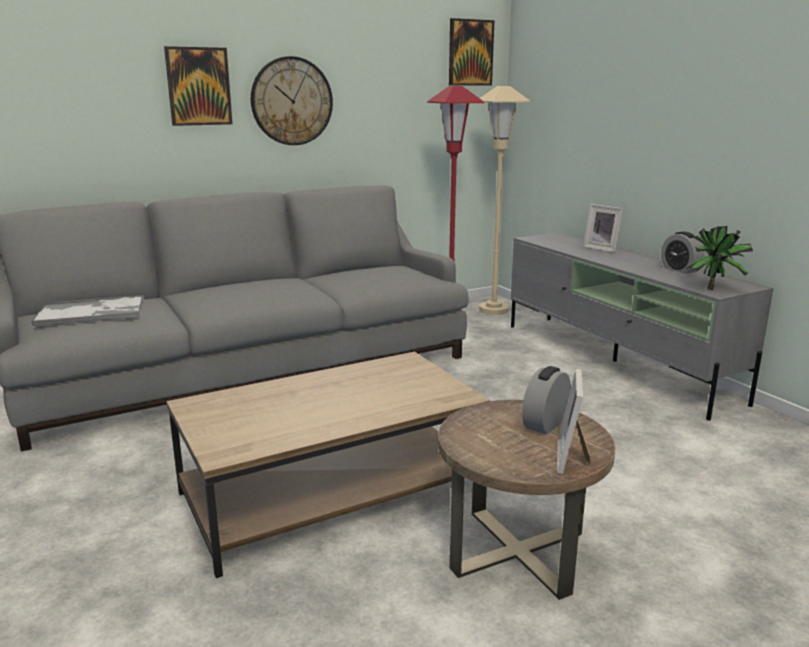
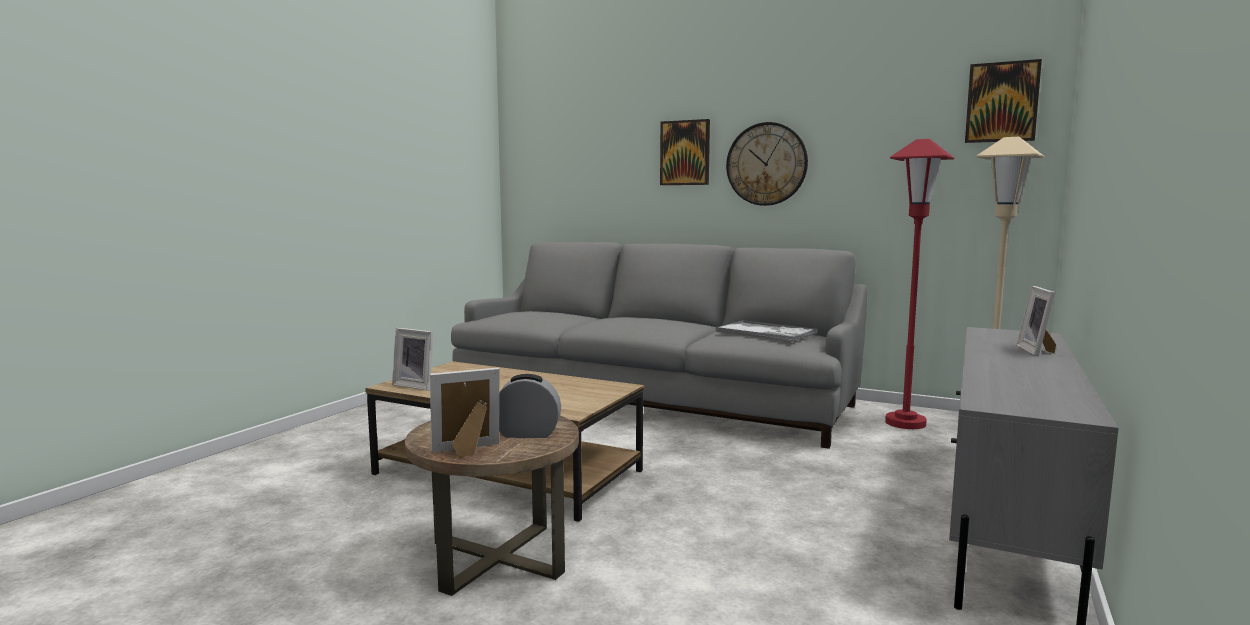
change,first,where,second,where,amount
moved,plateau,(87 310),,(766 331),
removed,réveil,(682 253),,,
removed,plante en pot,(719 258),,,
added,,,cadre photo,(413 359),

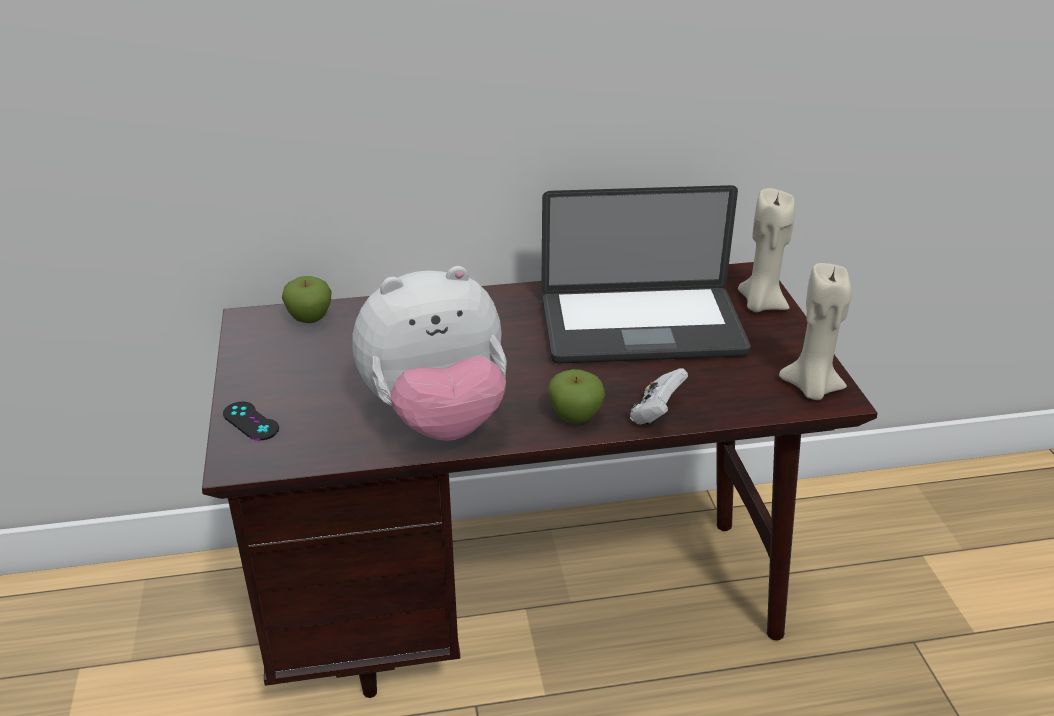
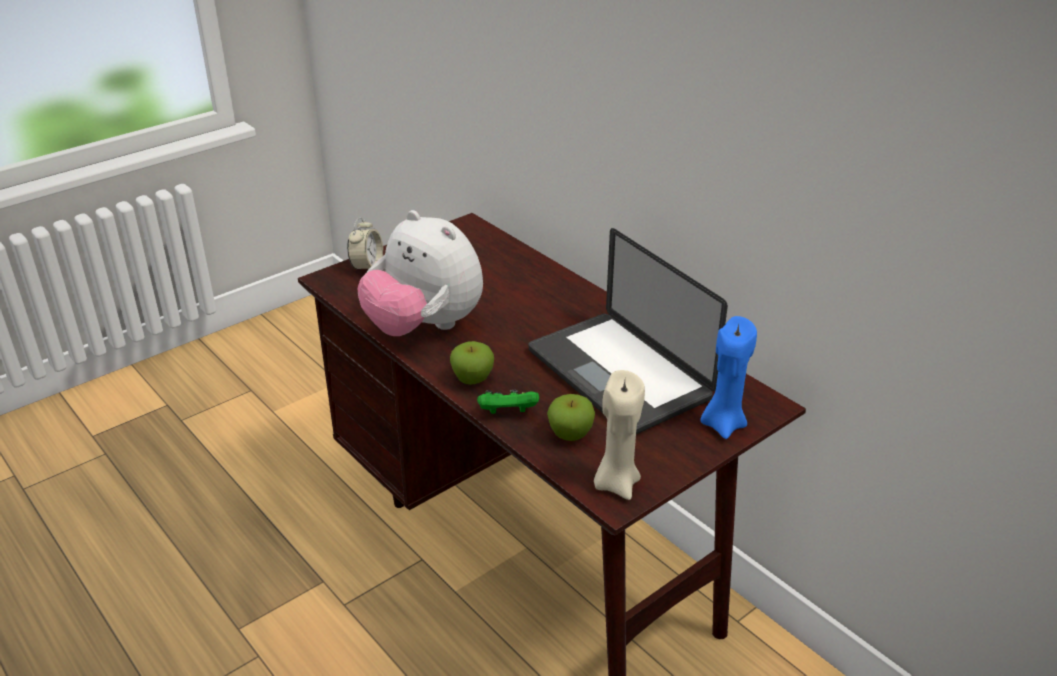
change,first,where,second,where,amount
replaced,manette (noir),(251 421),réveil,(365 243),
moved,pomme,(307 299),,(571 417),
recoloured,manette (blanc),(658 396),manette (vert),(508 402),
recoloured,bougie (beige),(766 250),bougie (bleu),(728 377),

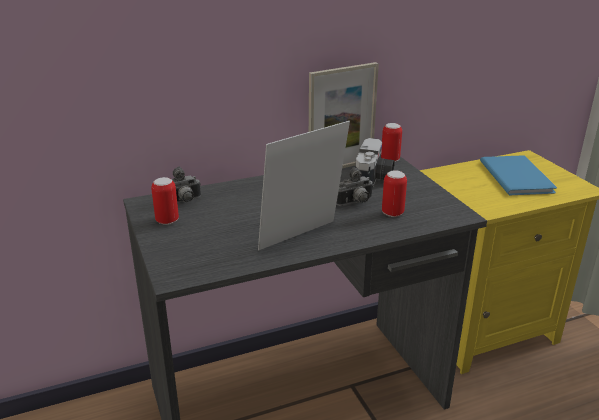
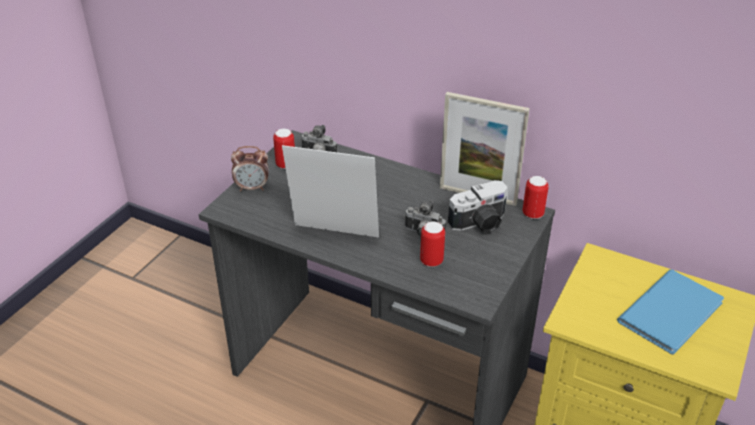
change,first,where,second,where,amount
added,,,réveil,(250 168),

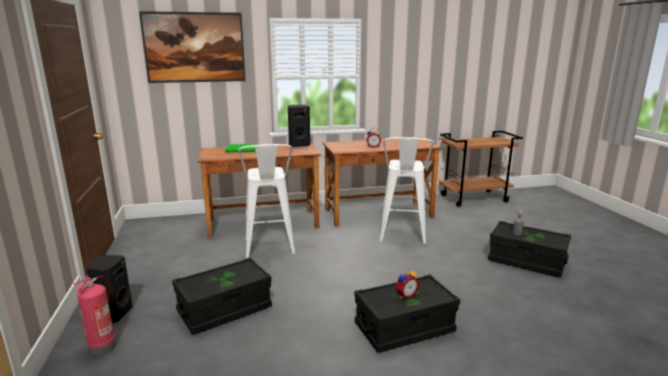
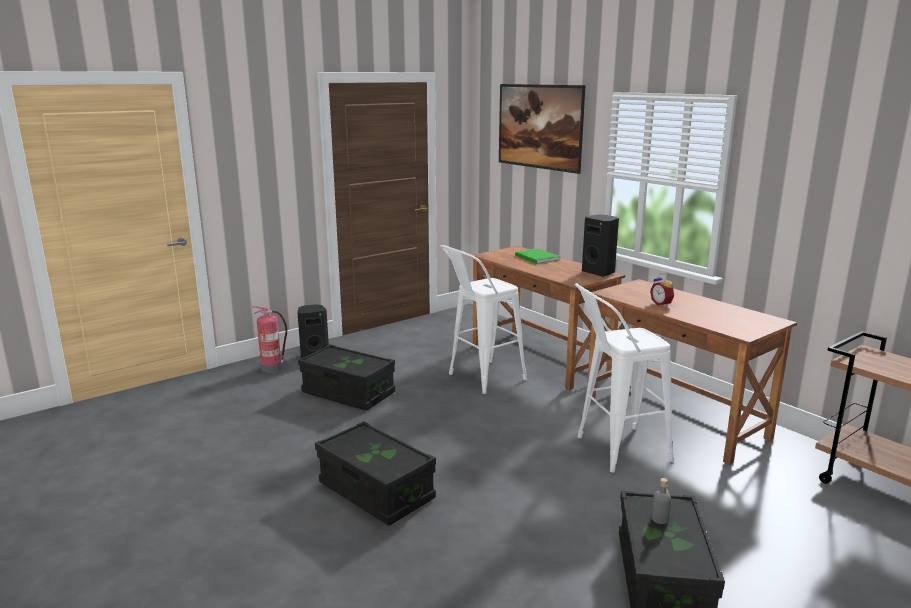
change,first,where,second,where,amount
removed,réveil,(407 283),,,

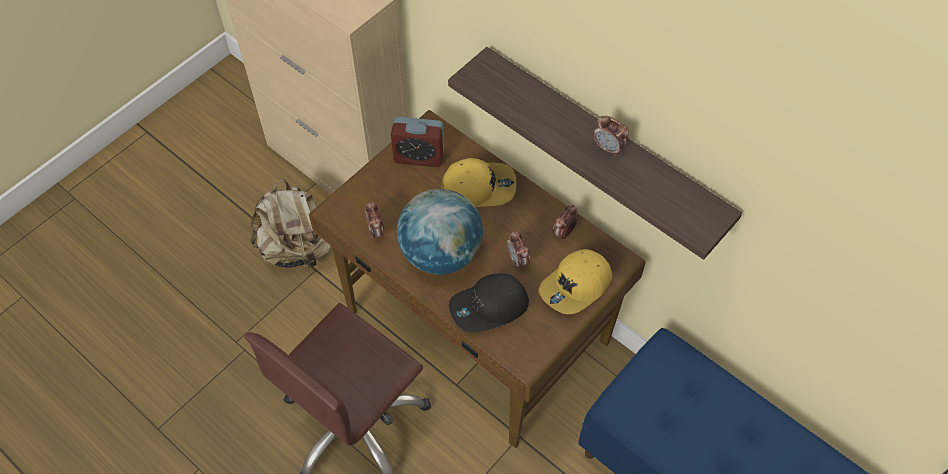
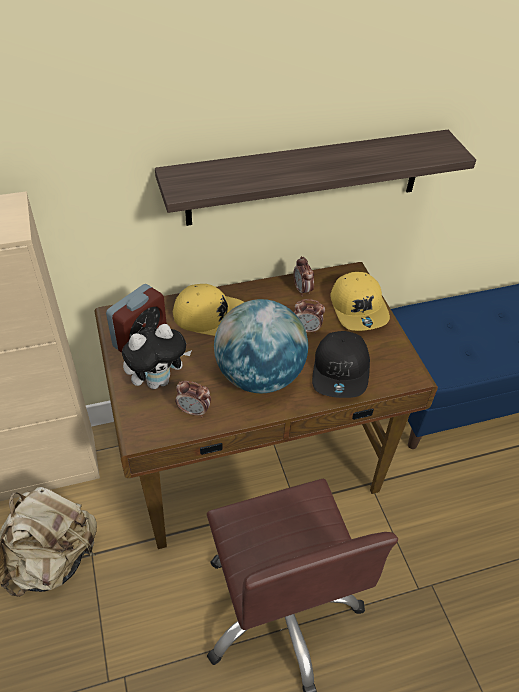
change,first,where,second,where,amount
turned,casquette (jaune),(479 182),,(208 310),75 degrees clockwise
removed,réveil,(611 136),,,
added,,,peluche,(157 356),

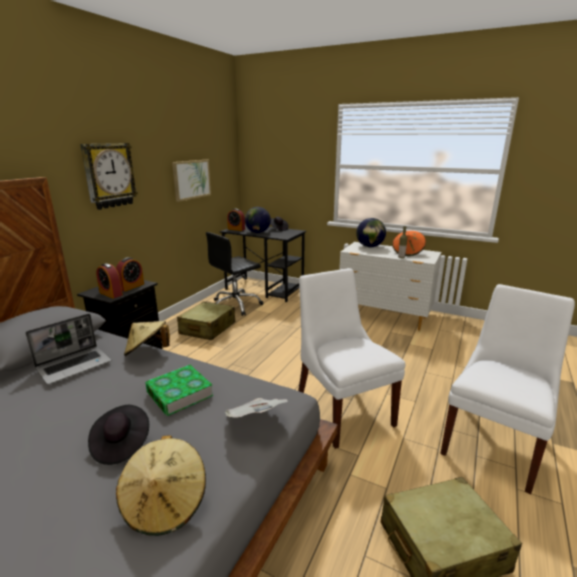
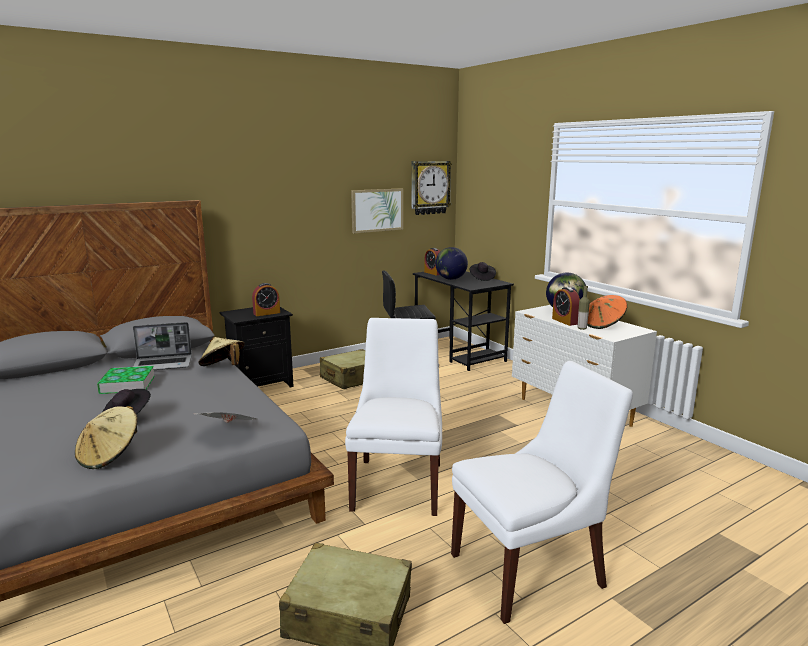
change,first,where,second,where,amount
moved,horloge murale,(109 176),,(431 188),
moved,réveil,(109 281),,(566 306),
moved,livre,(179 390),,(126 380),

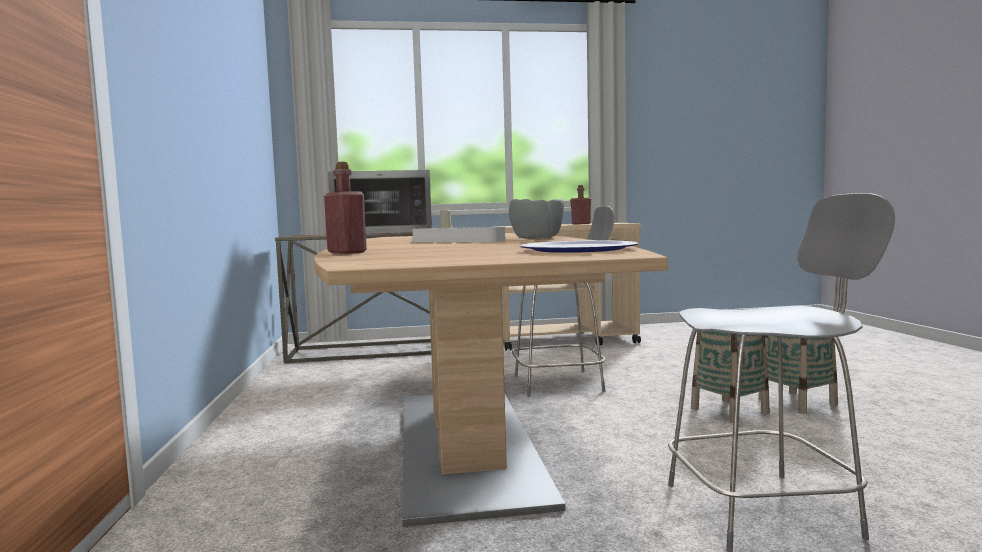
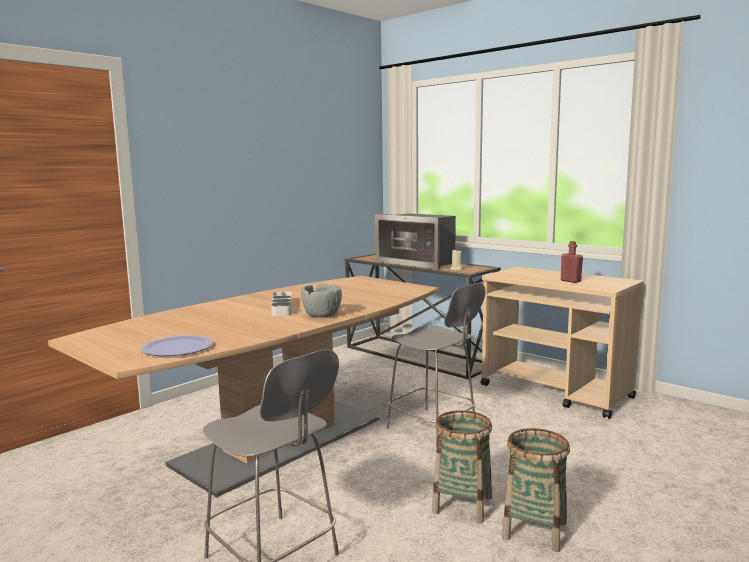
change,first,where,second,where,amount
removed,bouteille (rouge),(345 208),,,

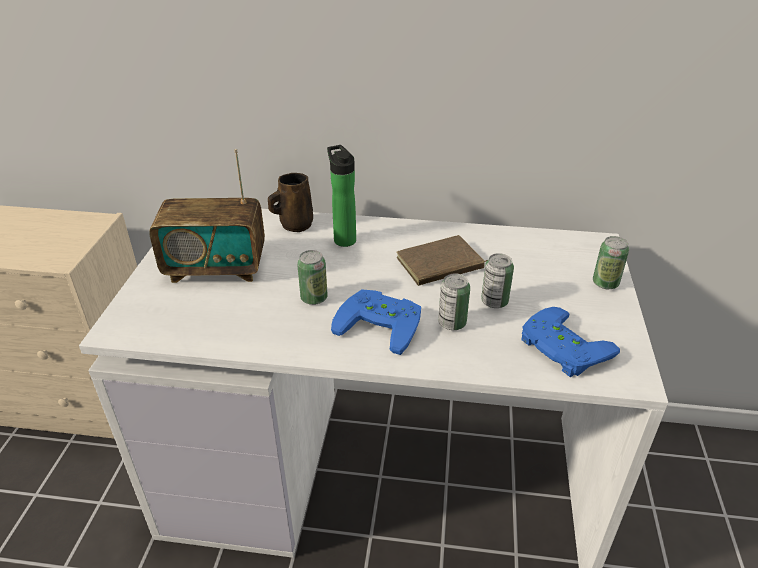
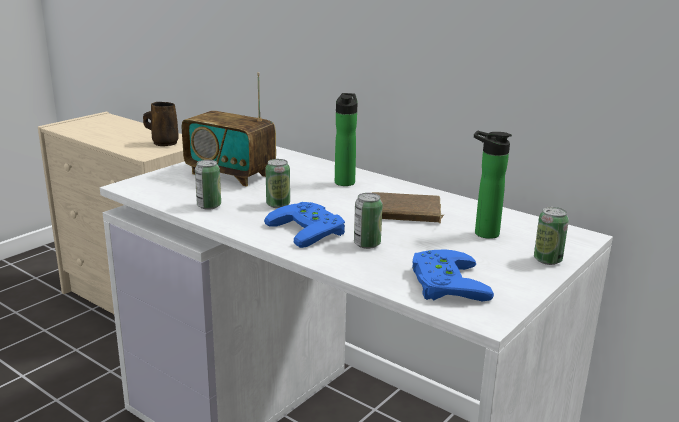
change,first,where,second,where,amount
moved,mug (marron),(290 202),,(161 124),
moved,boîte métallique,(497 280),,(208 185),
added,,,bouteille,(493 185),

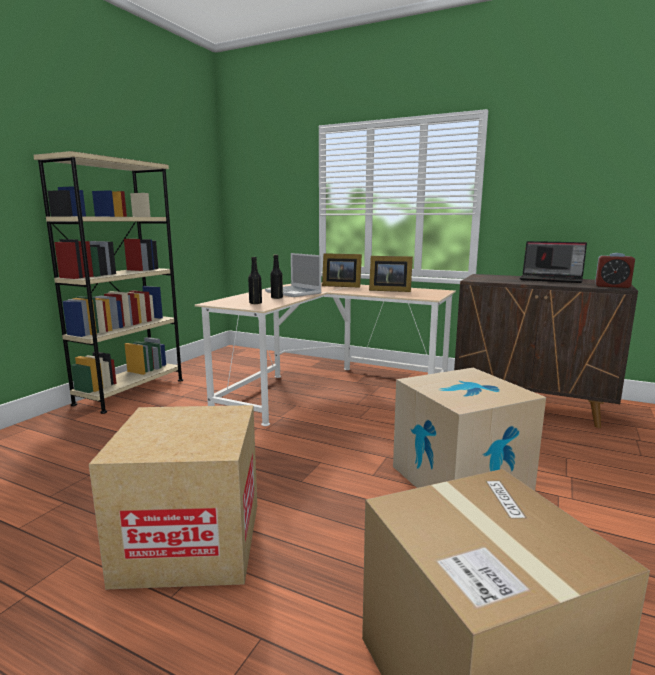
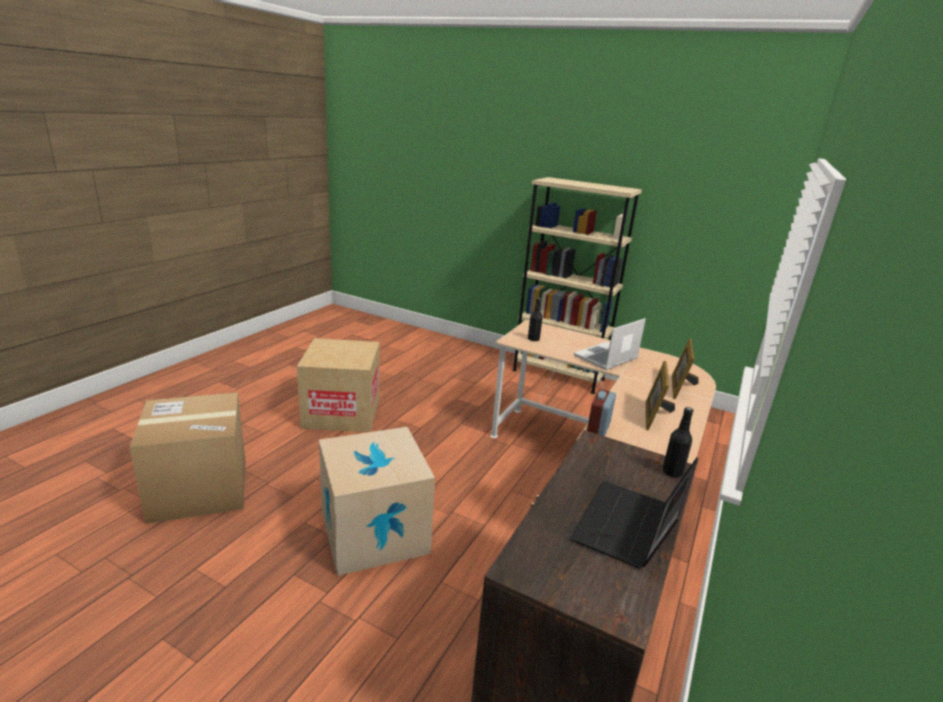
change,first,where,second,where,amount
moved,bouteille (noir),(276 276),,(677 442),
moved,réveil,(615 270),,(601 412),

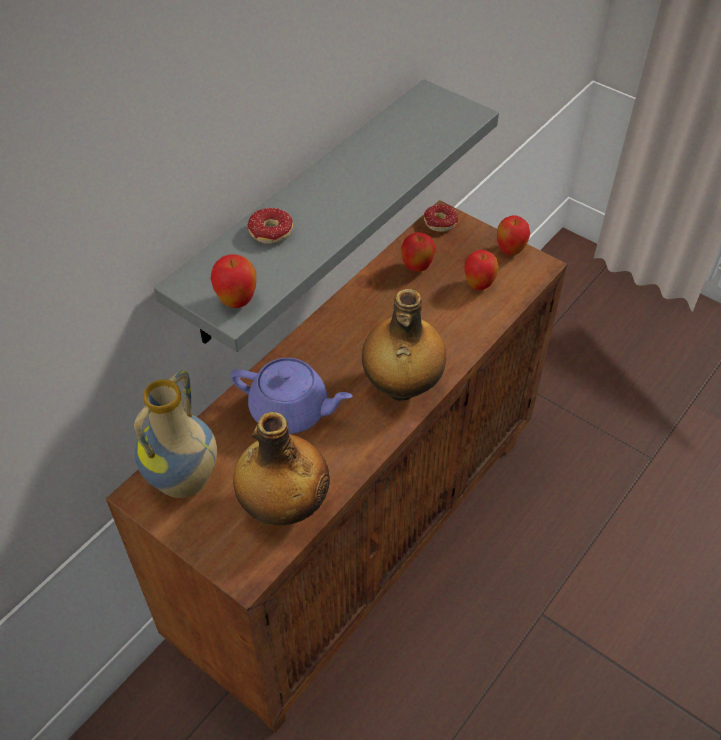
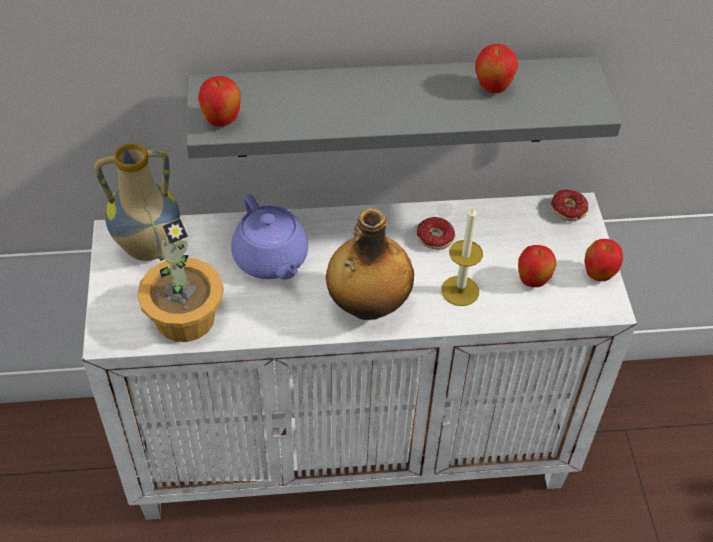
change,first,where,second,where,amount
recoloured,meuble de rangement (marron),(336 466),meuble de rangement (blanc),(359 356),
replaced,bouteille,(281 468),plante en pot,(180 280),
moved,beignet,(270 226),,(436 237),
moved,pomme,(418 252),,(497 69),
added,,,bougie,(462 256),

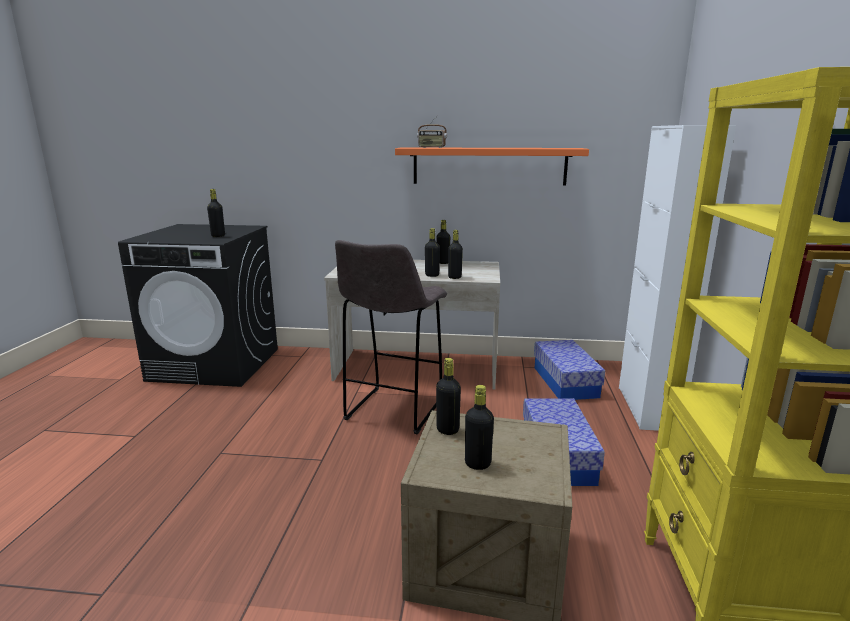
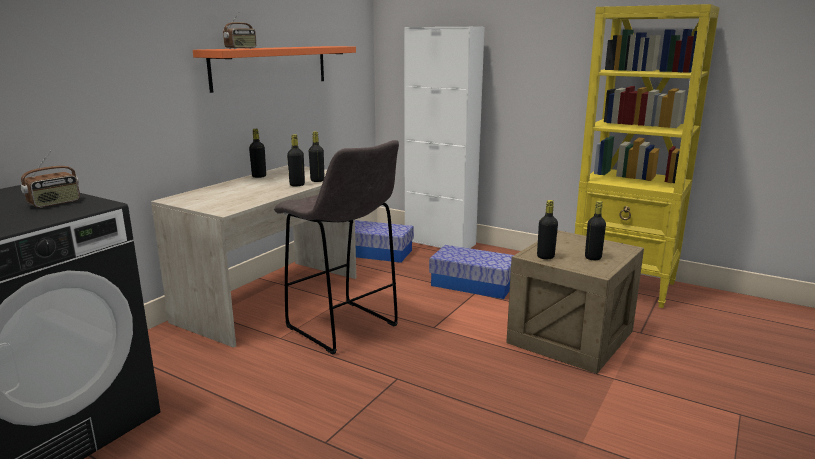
change,first,where,second,where,amount
replaced,bouteille (noir),(216 213),radio,(50 179),

